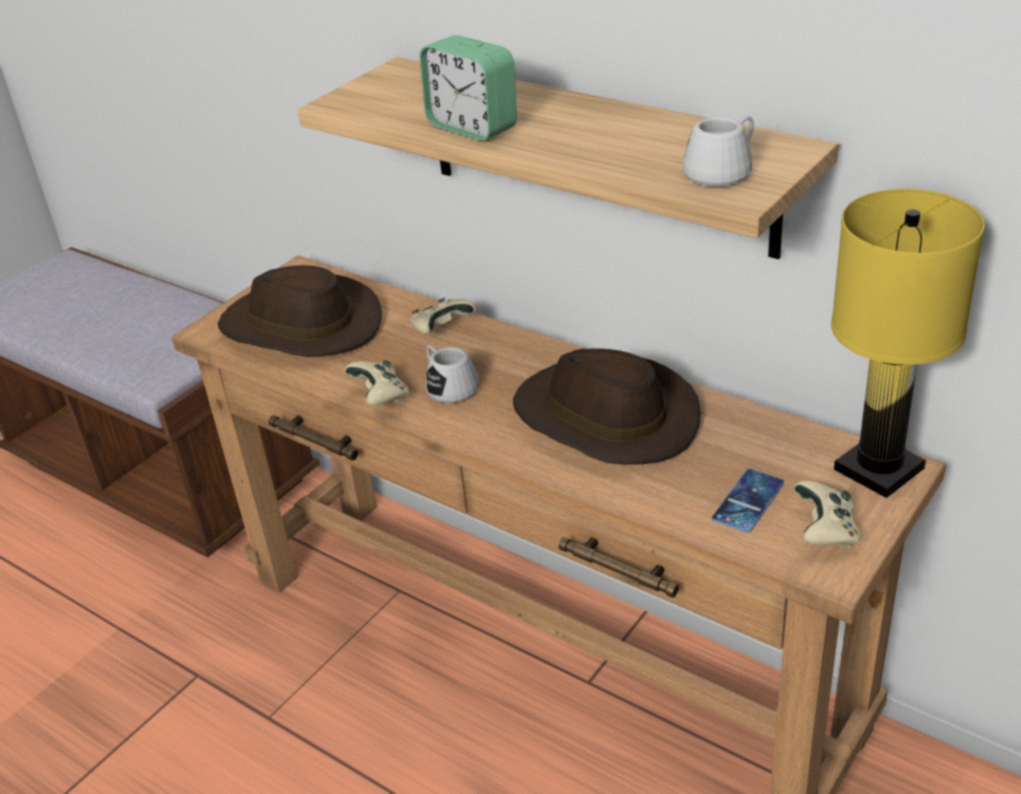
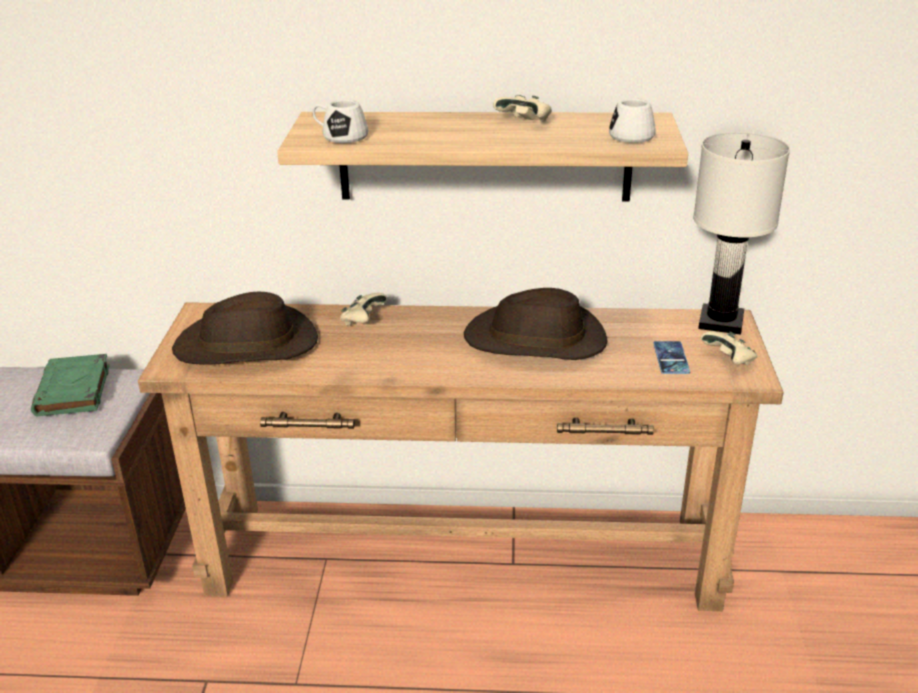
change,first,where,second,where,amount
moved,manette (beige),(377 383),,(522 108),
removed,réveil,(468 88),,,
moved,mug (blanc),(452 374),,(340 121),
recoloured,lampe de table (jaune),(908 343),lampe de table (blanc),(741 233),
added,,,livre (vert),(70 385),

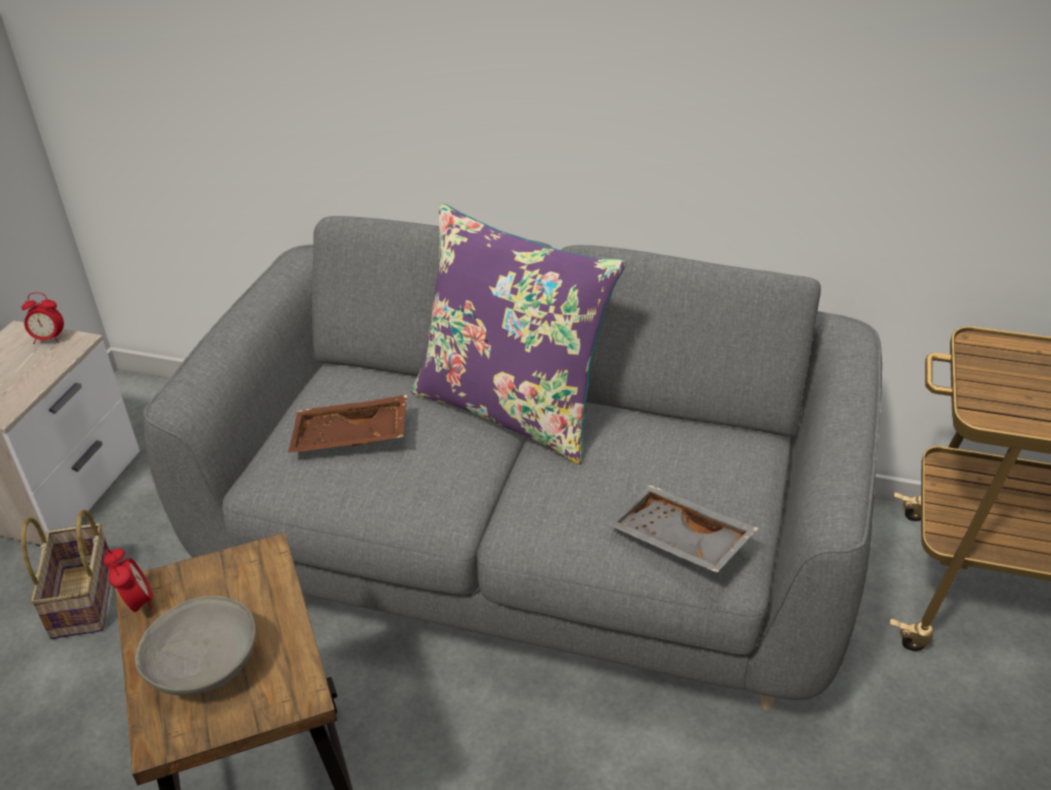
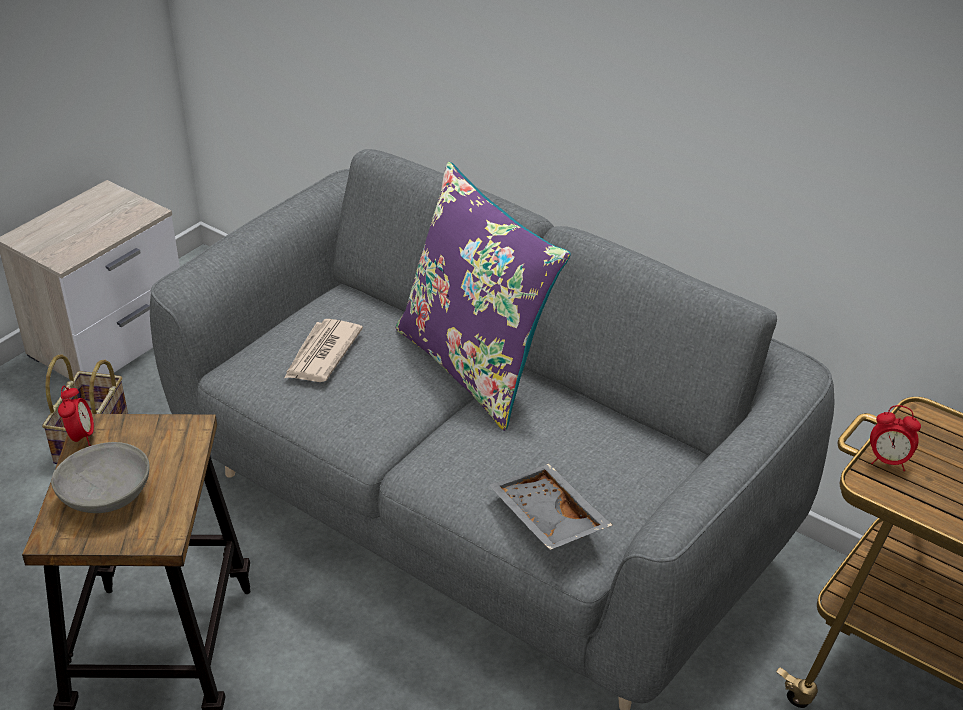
change,first,where,second,where,amount
moved,réveil,(43 318),,(895 438),
replaced,plateau (marron),(347 424),journal,(324 350),

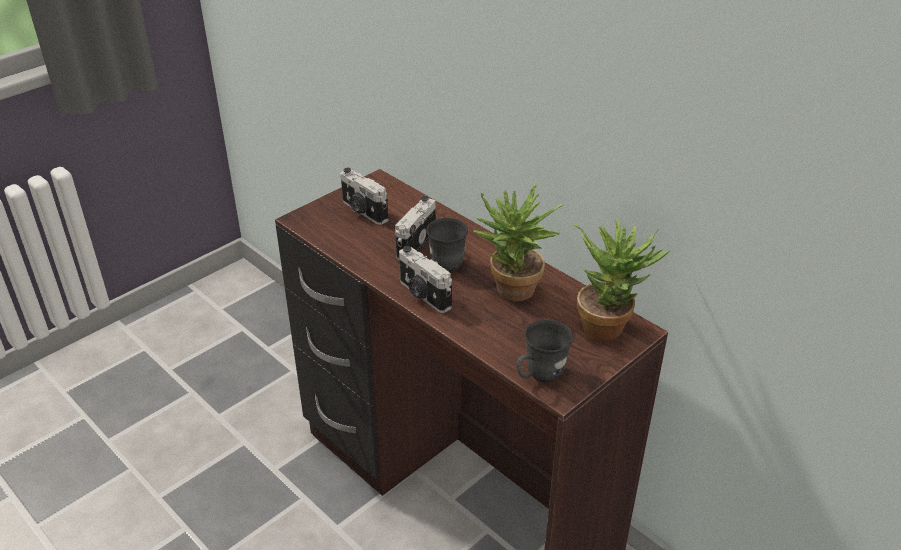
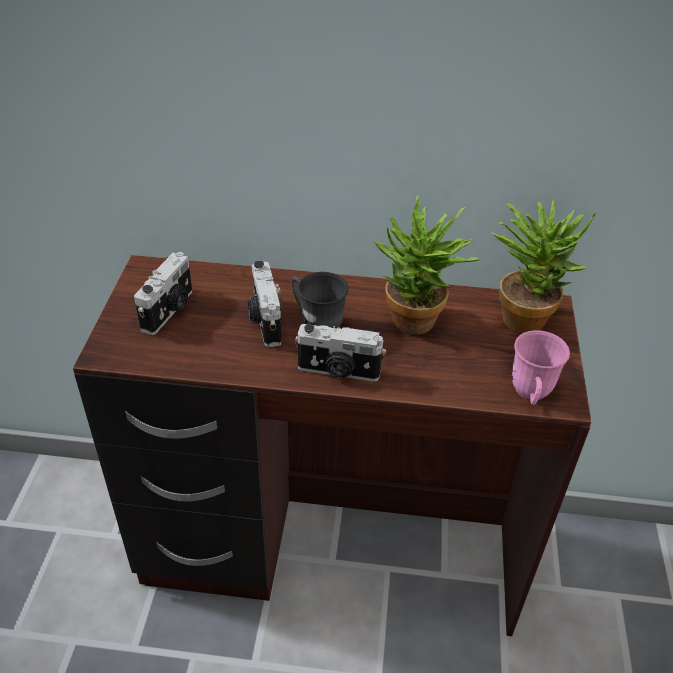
change,first,where,second,where,amount
turned,appareil photo,(364 196),,(163 293),75 degrees counterclockwise
recoloured,mug (gris),(545 351),mug (rose),(541 367),

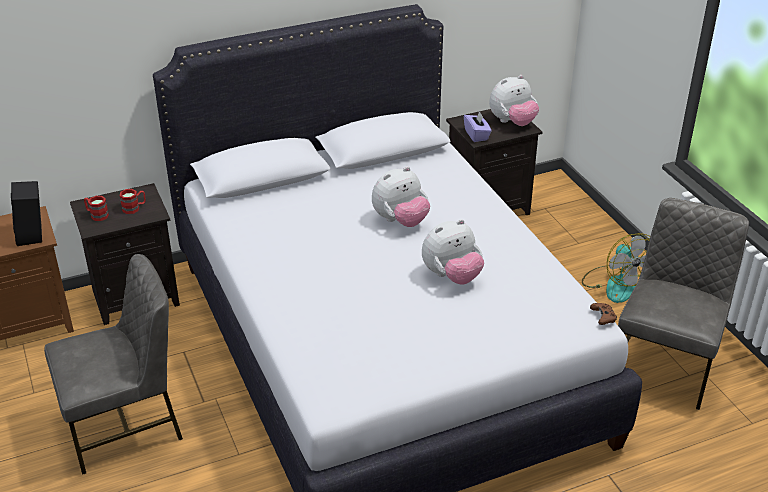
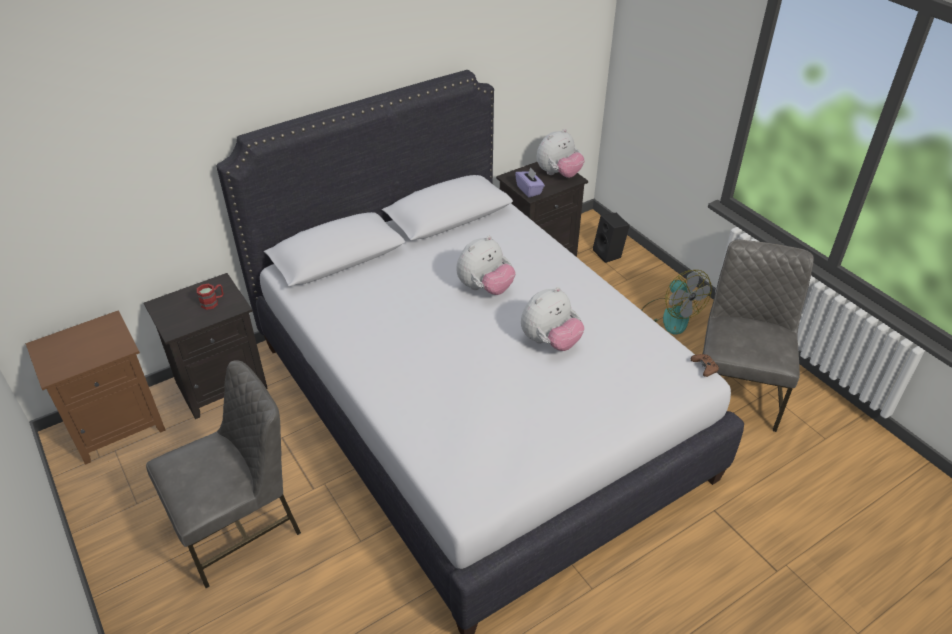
change,first,where,second,where,amount
moved,enceinte (noir),(26 213),,(611 238),
removed,mug (rouge),(96 208),,,

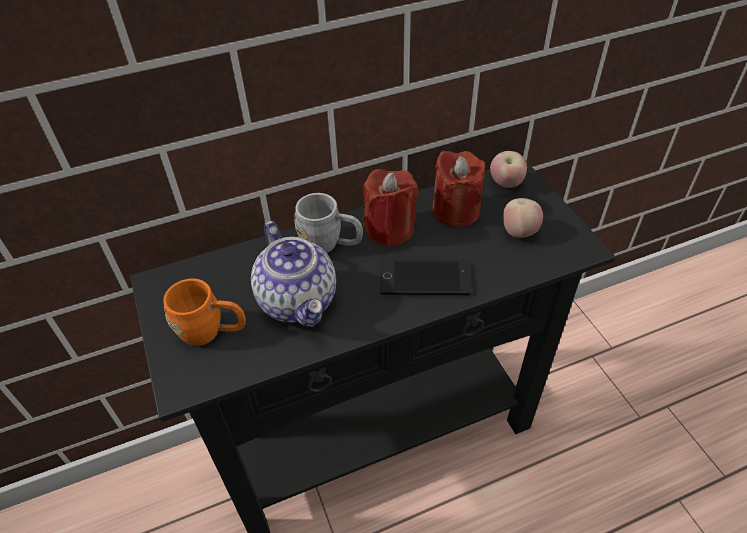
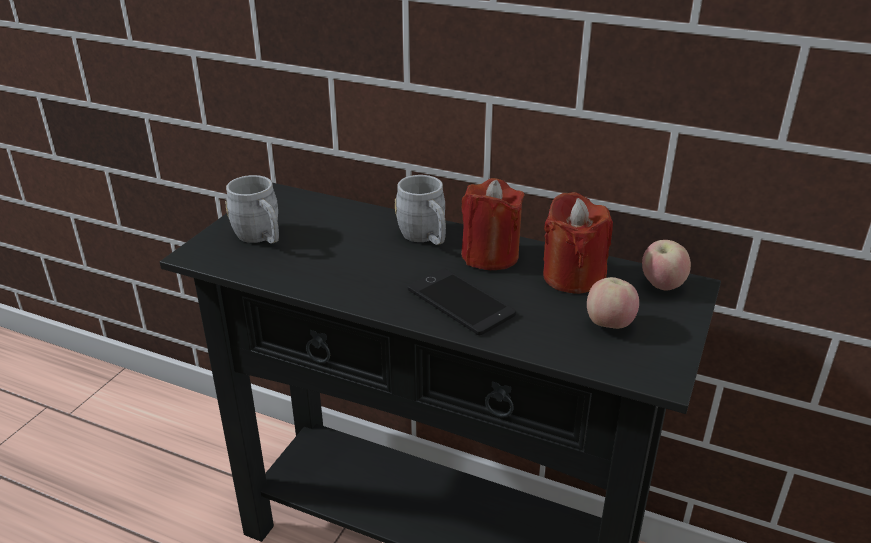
change,first,where,second,where,amount
recoloured,mug (orange),(204 312),mug (gris),(252 209),
removed,théière,(293 274),,,

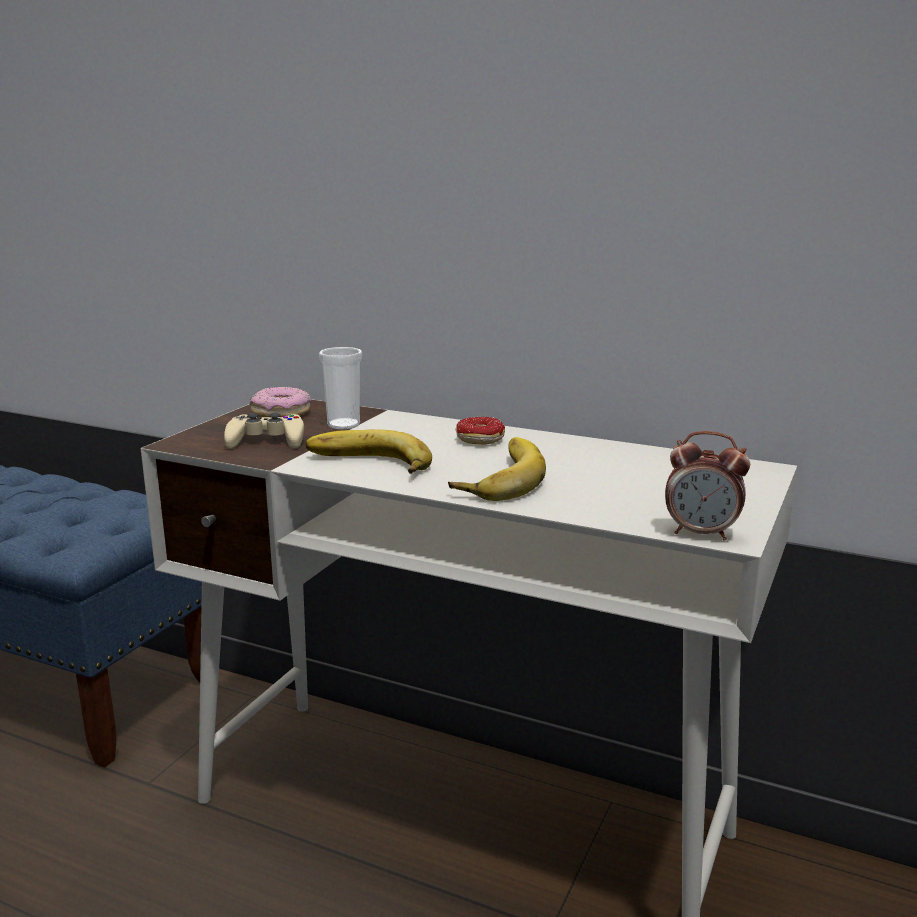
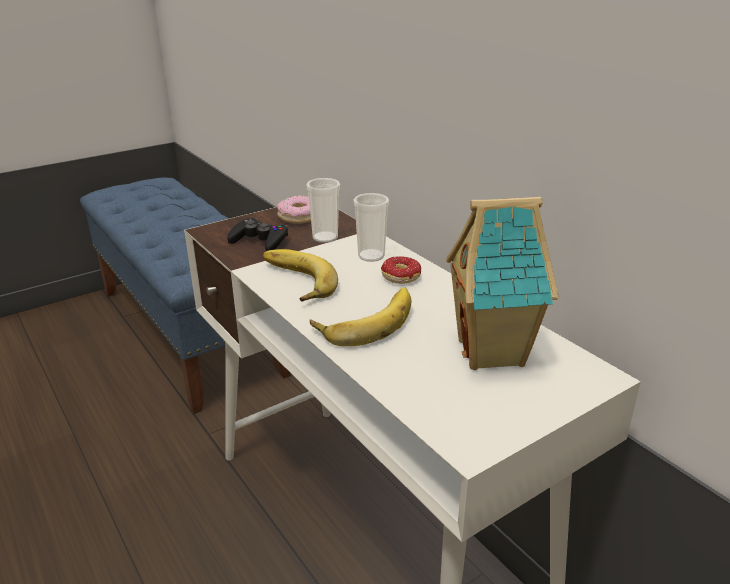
change,first,where,second,where,amount
recoloured,manette (beige),(264 431),manette (noir),(257 234),
removed,réveil,(708 486),,,
added,,,tasse,(371 227),
added,,,maison miniature,(502 284),

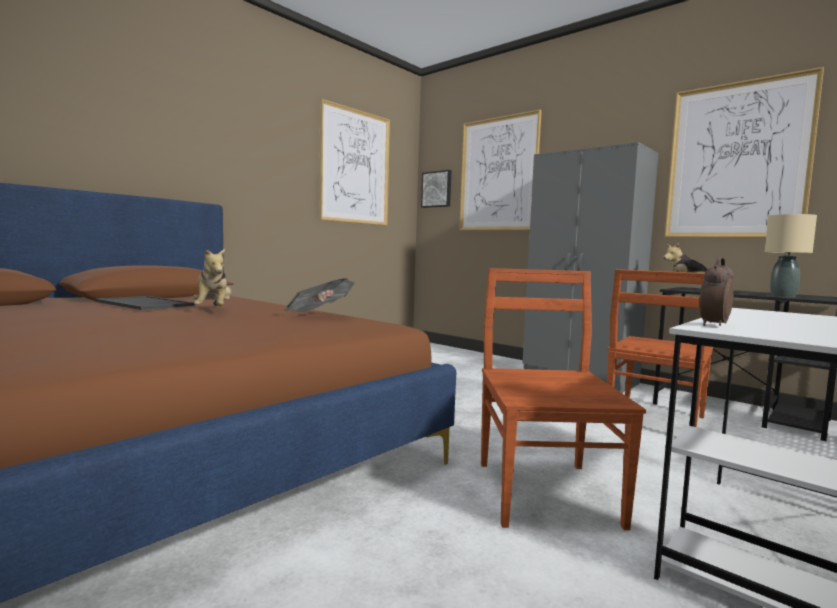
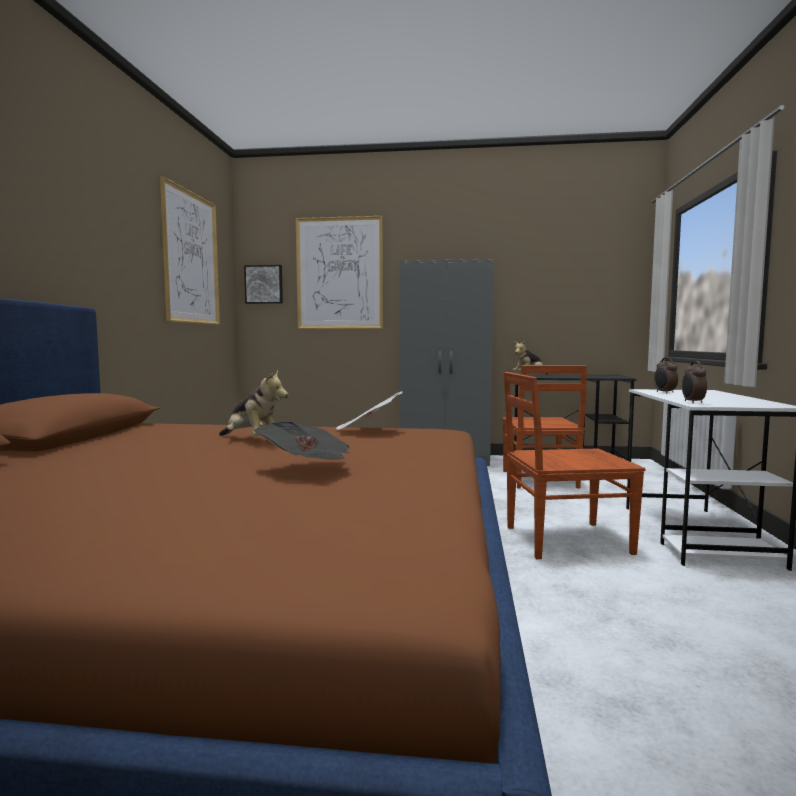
change,first,where,second,where,amount
removed,plateau,(145 303),,,
turned,chaise (marron),(563 399),,(574 465),60 degrees counterclockwise
removed,tableau,(744 152),,,
removed,lampe de table (beige),(791 256),,,
added,,,journal,(302 440),
added,,,réveil,(666 375),

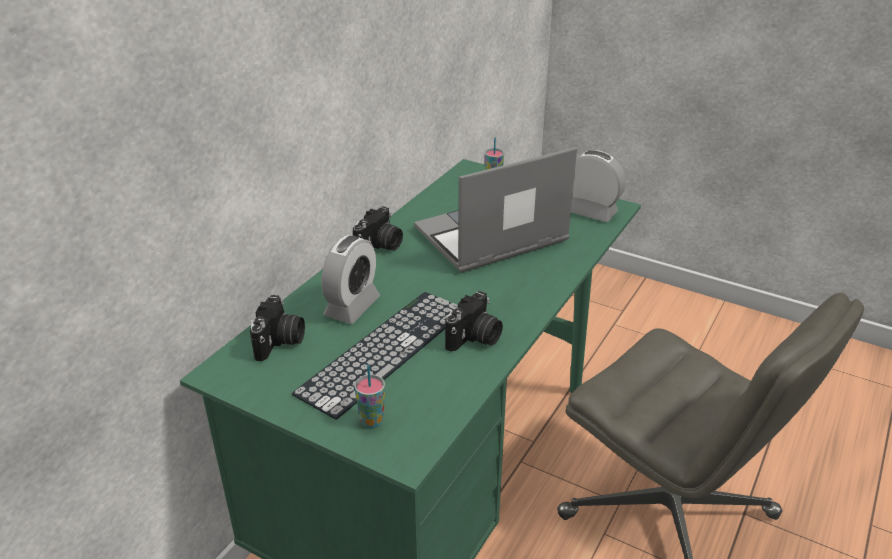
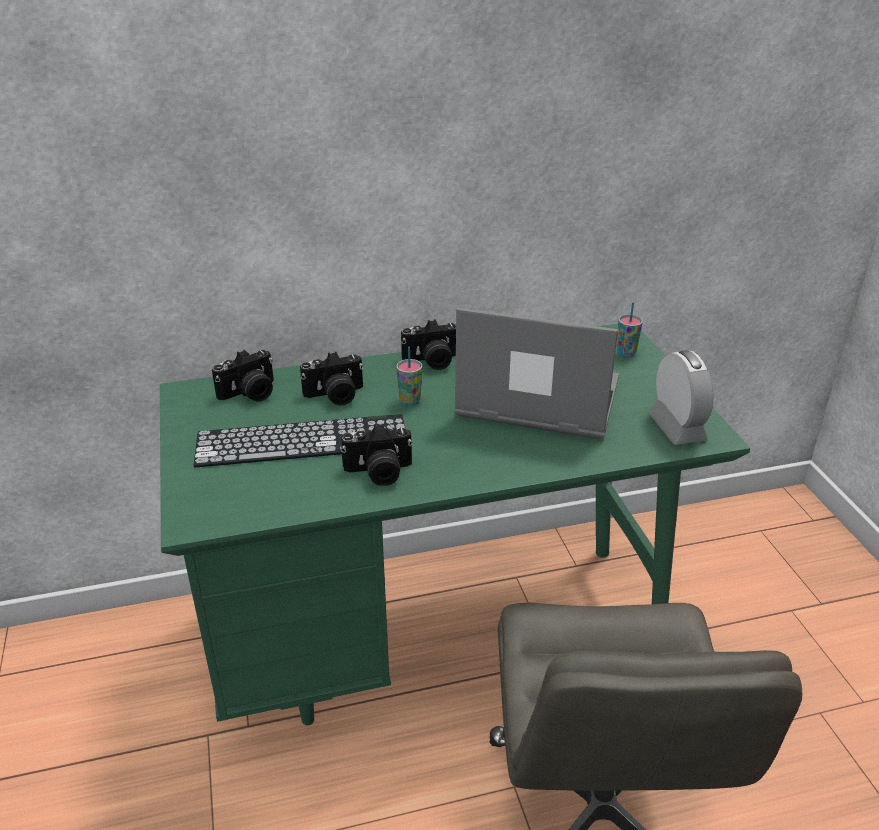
change,first,where,second,where,amount
replaced,réveil,(350 279),appareil photo,(331 379),
moved,tasse,(369 396),,(409 376),

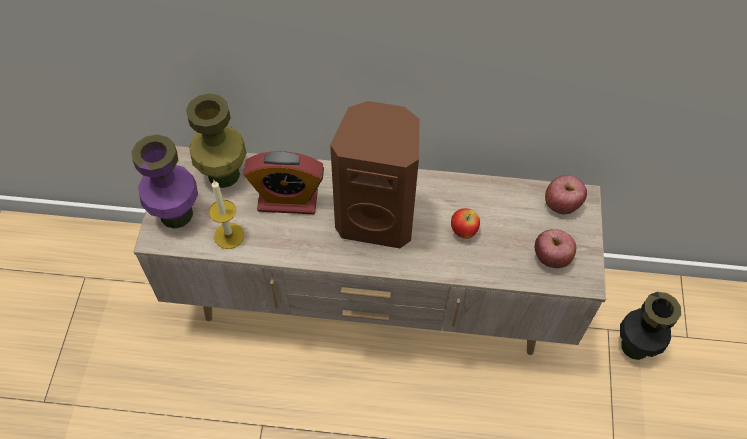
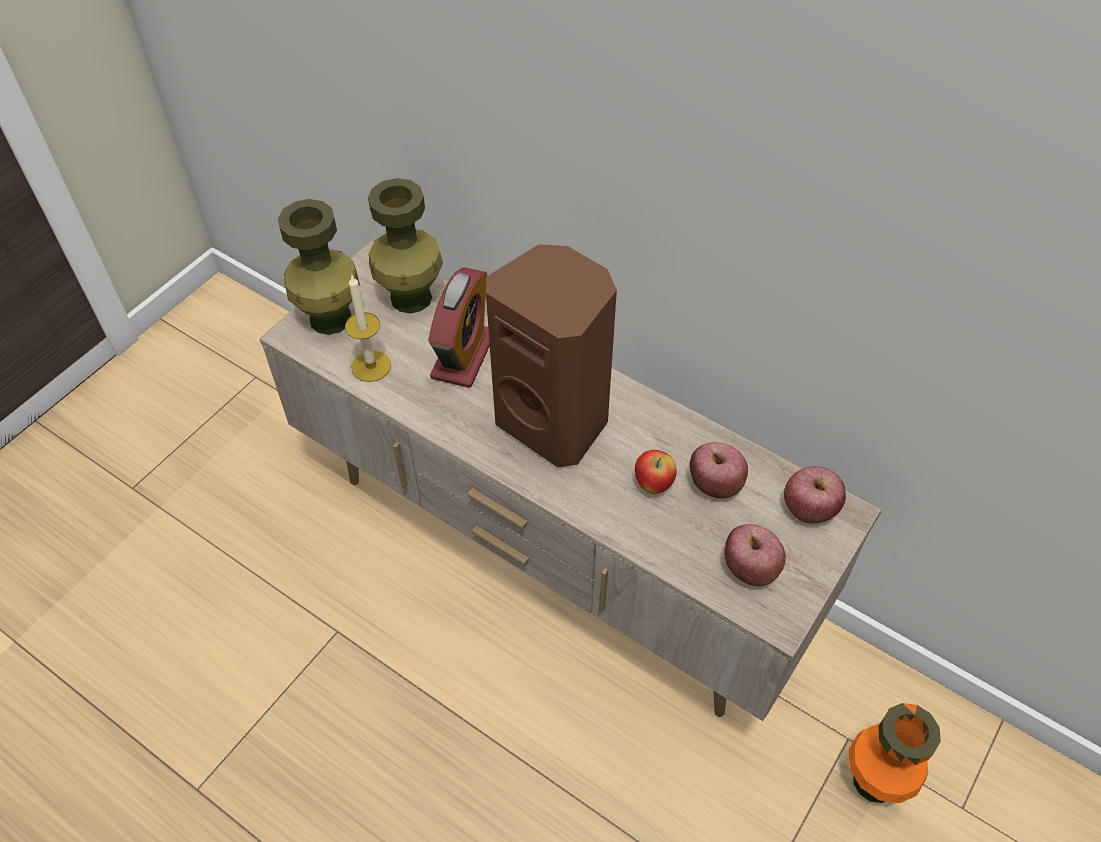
change,first,where,second,where,amount
recoloured,vase (violet),(164 181),vase (vert),(319 267),
turned,réveil,(283 182),,(459 327),105 degrees counterclockwise
recoloured,vase (noir),(650 326),vase (orange),(895 753),
added,,,pomme,(719 470),

